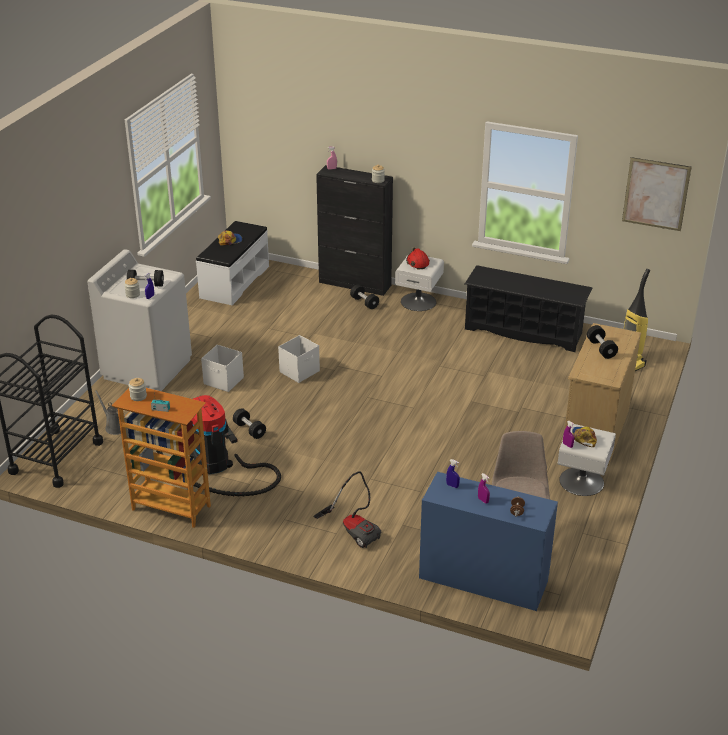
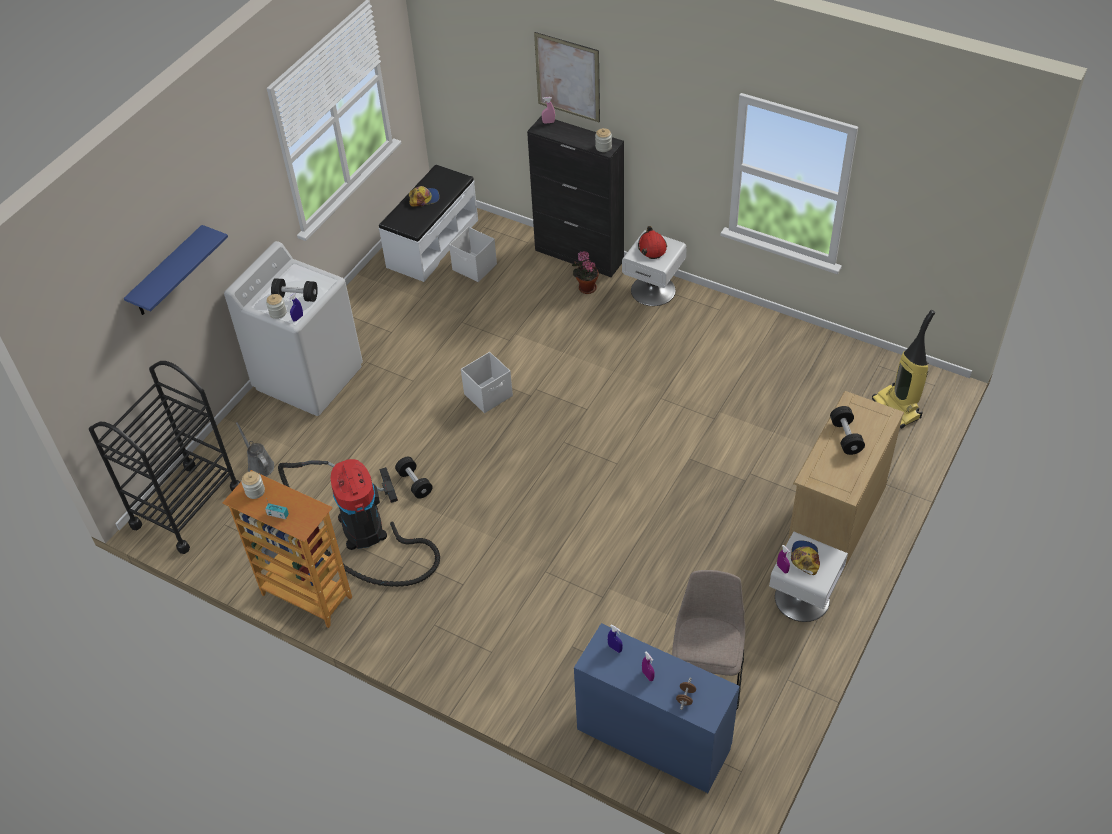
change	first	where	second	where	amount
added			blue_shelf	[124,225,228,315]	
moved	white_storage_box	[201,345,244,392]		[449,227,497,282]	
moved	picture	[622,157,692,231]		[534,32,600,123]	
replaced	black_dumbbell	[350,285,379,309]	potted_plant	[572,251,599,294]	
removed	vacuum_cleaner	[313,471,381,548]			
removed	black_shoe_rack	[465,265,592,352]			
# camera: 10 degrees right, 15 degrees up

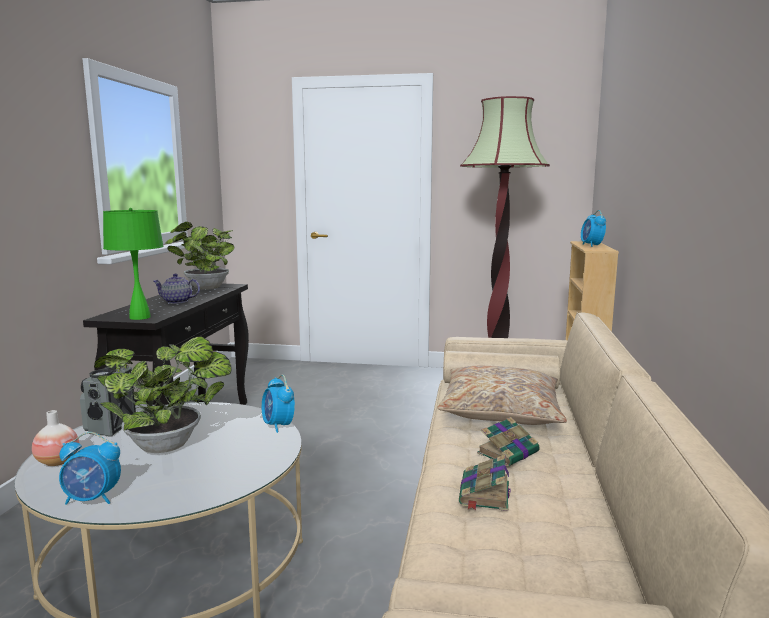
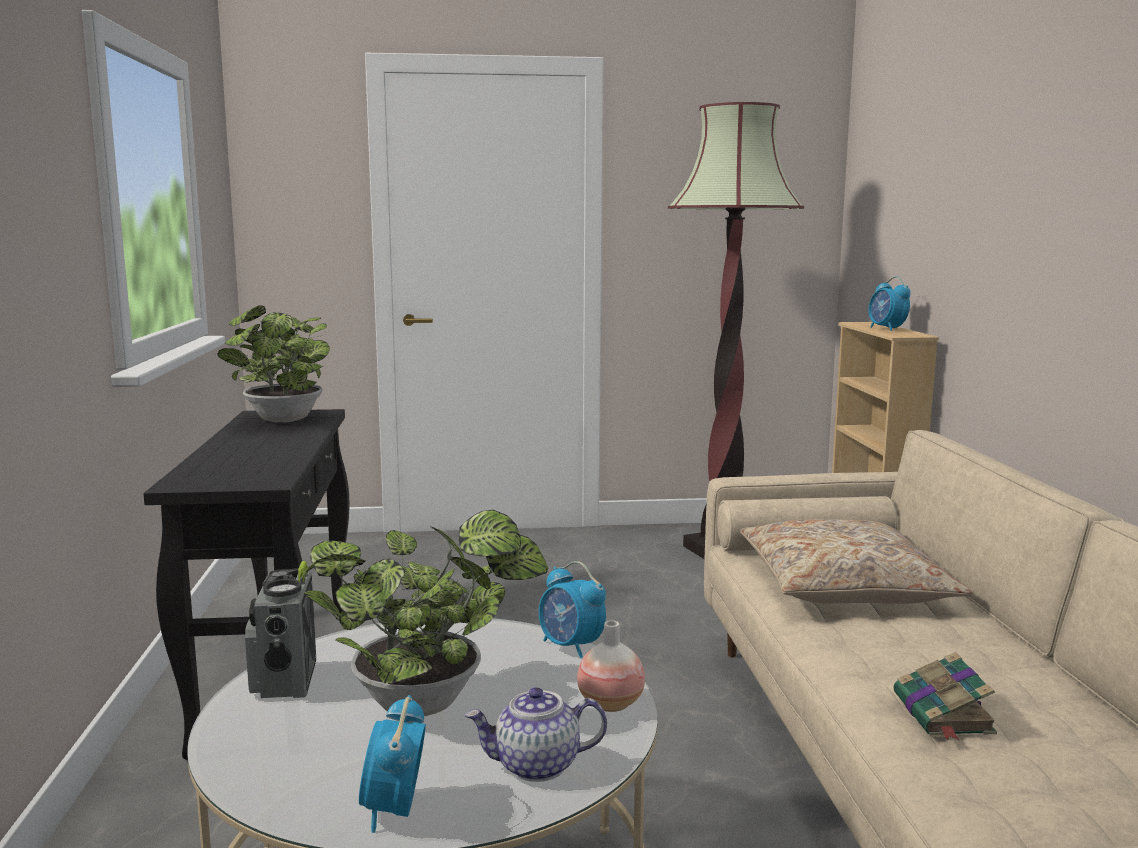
change	first	where	second	where	amount
turned	alarm_clock	[59,432,121,504]		[359,695,426,833]	105 degrees clockwise
moved	teapot	[153,273,200,304]		[465,687,607,782]	
moved	vase	[32,410,79,466]		[577,620,645,712]	
removed	green_table_lamp	[103,208,163,320]			
removed	book	[477,417,540,467]			
# camera: 15 degrees left, 0 degrees up

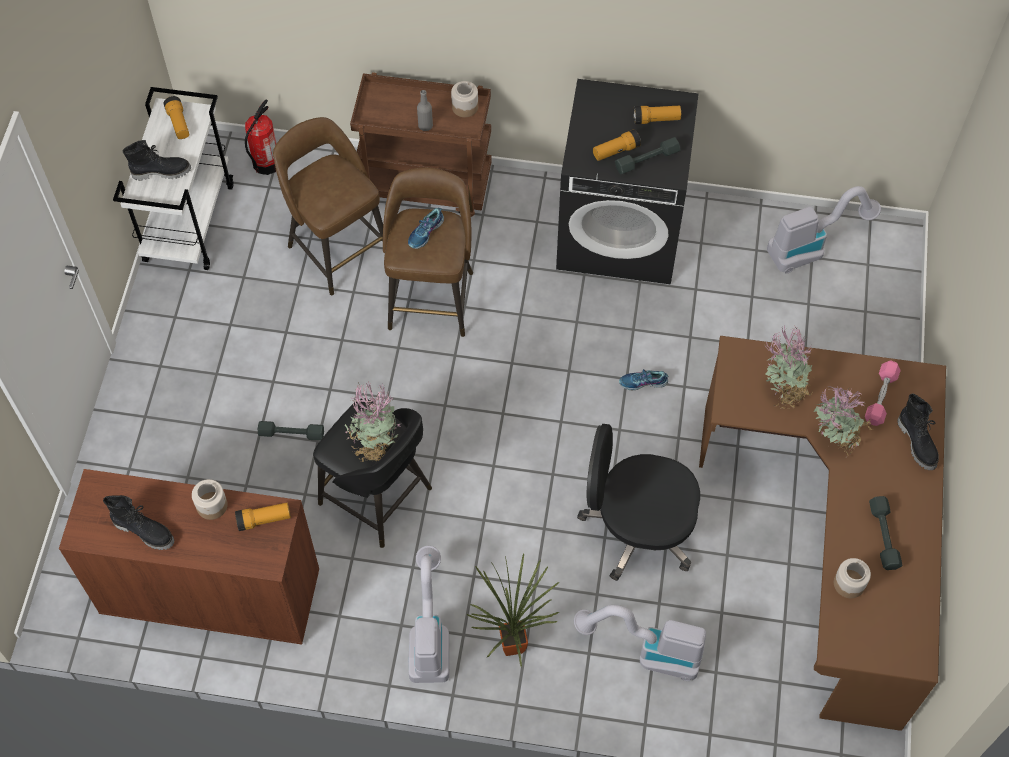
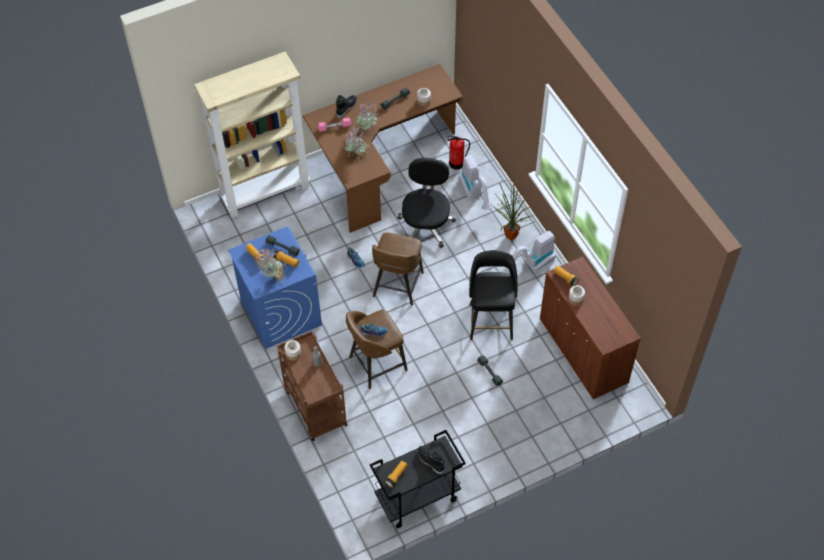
change	first	where	second	where	amount
added			beige_bookcase	[194,52,311,218]	
recoloured	black_washing_machine	[556,79,699,284]	blue_washing_machine	[228,226,322,349]	
moved	potted_plant	[345,381,401,462]		[255,248,287,283]	
recoloured	white_cart	[113,87,234,270]	black_cart	[370,430,466,528]	
moved	brown_stool	[273,117,383,295]		[372,233,424,306]	
turned	black_office_chair	[577,424,700,581]		[398,158,456,248]	150 degrees counterclockwise
moved	fire_extinguisher	[245,100,277,175]		[447,136,470,170]	
removed	black_boot	[103,495,174,550]			
removed	vacuum_cleaner	[767,186,881,274]			
# camera: 125 degrees left, 5 degrees down

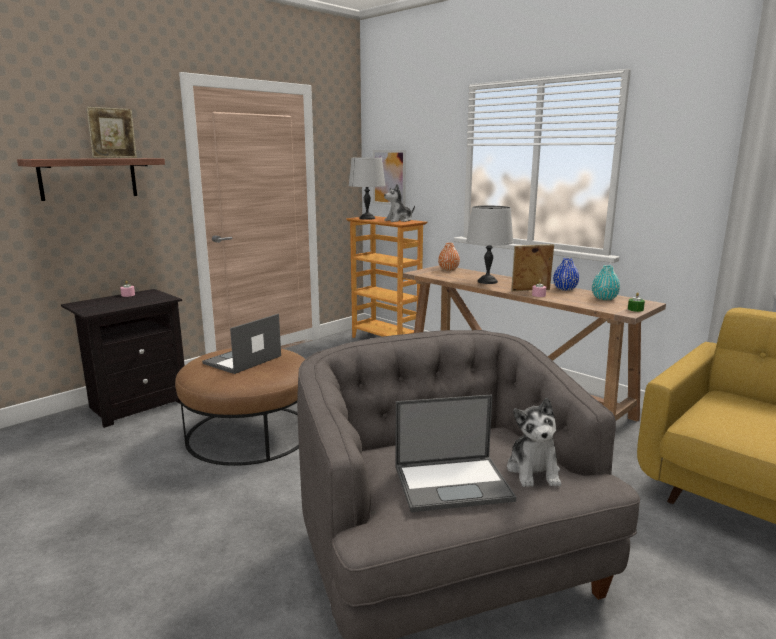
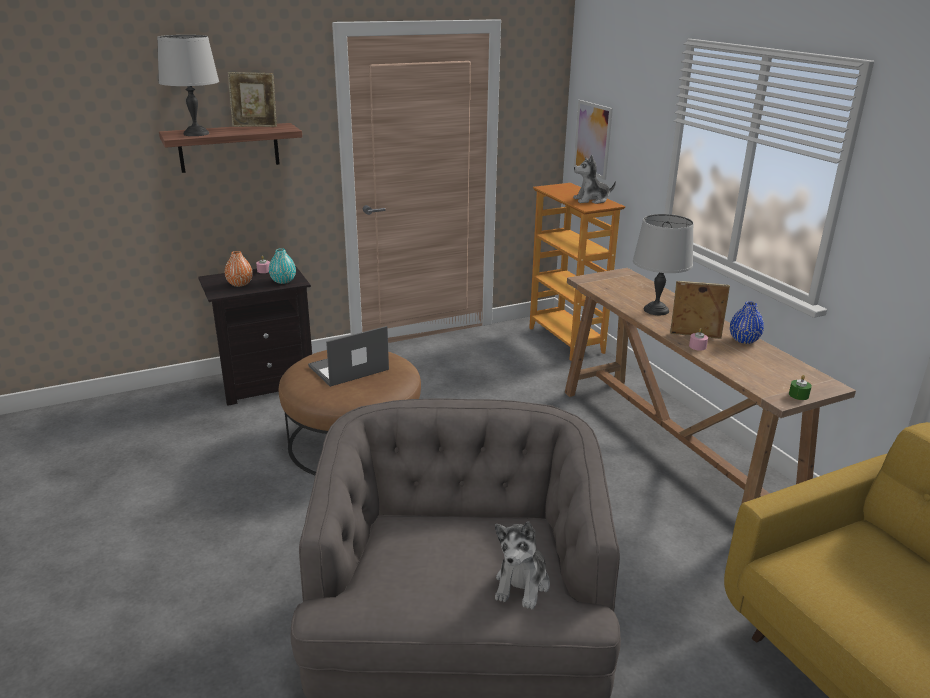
change	first	where	second	where	amount
moved	grey_table_lamp	[349,158,385,220]		[157,35,219,136]	
moved	orange_vase	[438,243,460,271]		[225,251,253,287]	
moved	turquoise_vase	[592,265,620,300]		[269,248,296,284]	
removed	laptop	[395,395,516,512]			
# camera: 20 degrees right, 10 degrees up

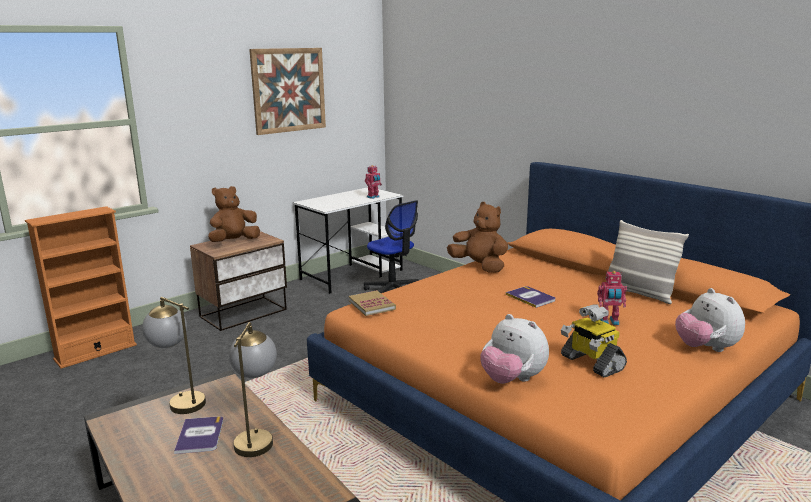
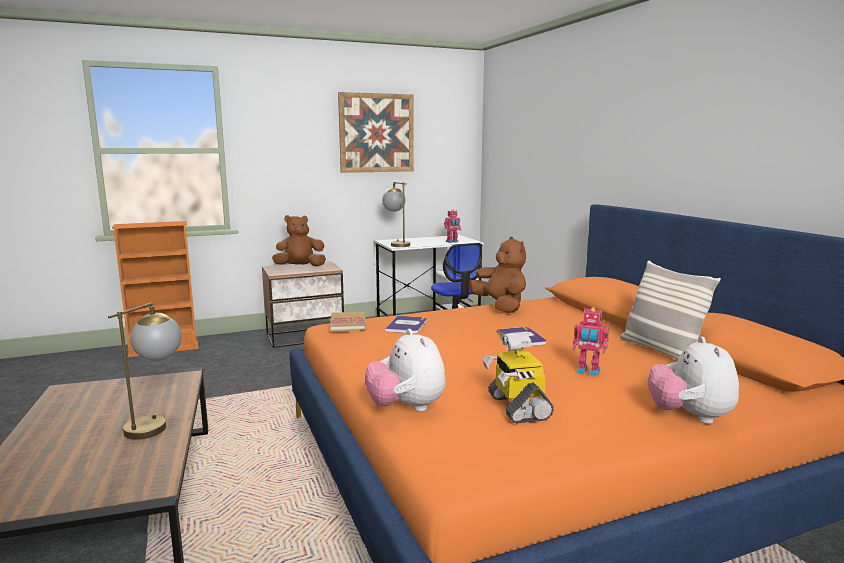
change	first	where	second	where	amount
moved	table_lamp	[142,297,206,414]		[382,182,410,247]	
moved	book	[174,416,223,454]		[385,316,427,334]	
# camera: 20 degrees right, 5 degrees down

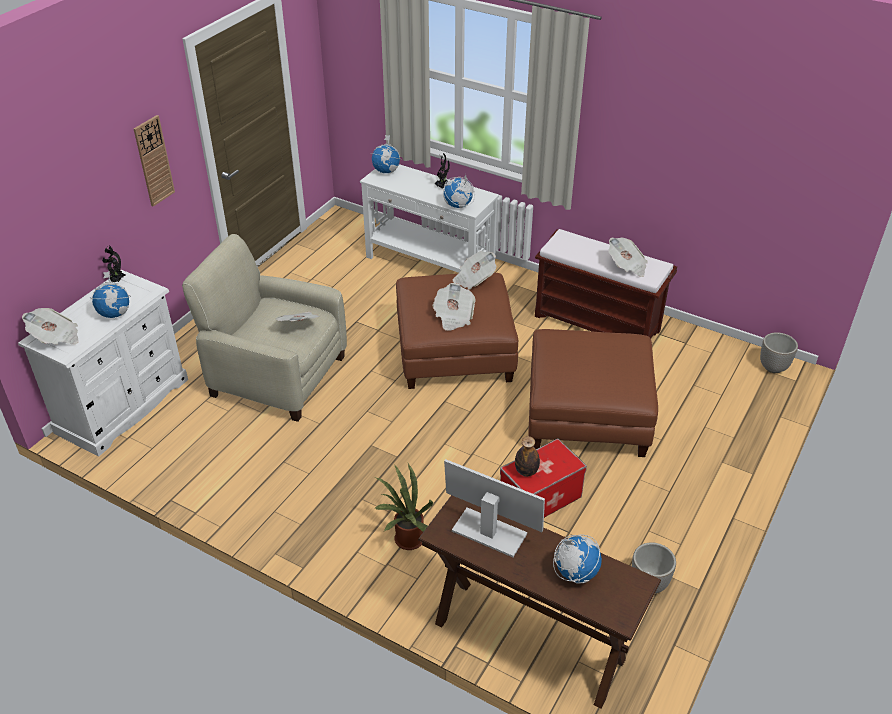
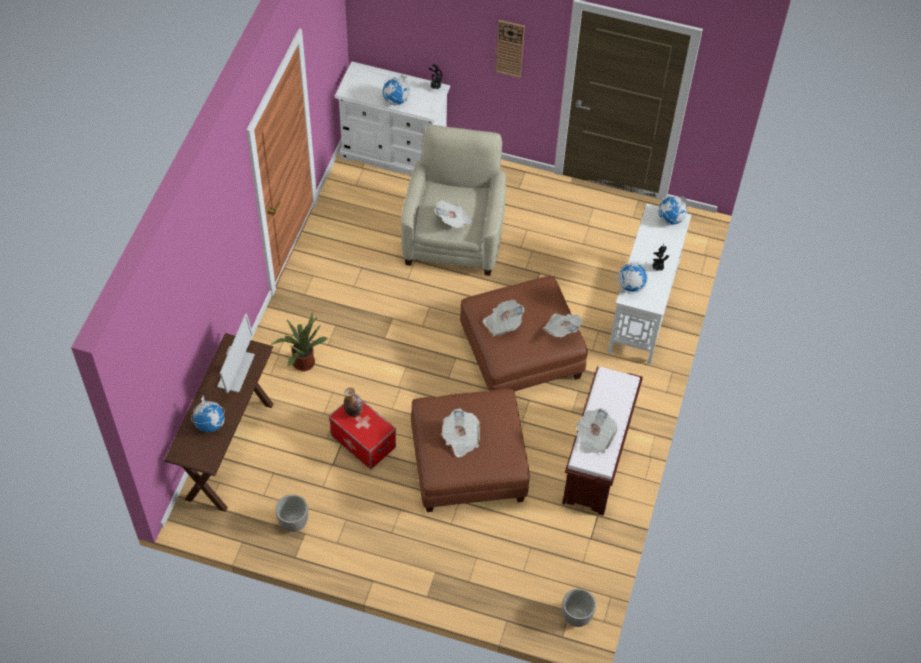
change	first	where	second	where	amount
moved	newspaper	[22,308,78,345]		[442,409,480,457]	
# camera: 75 degrees right, 15 degrees up

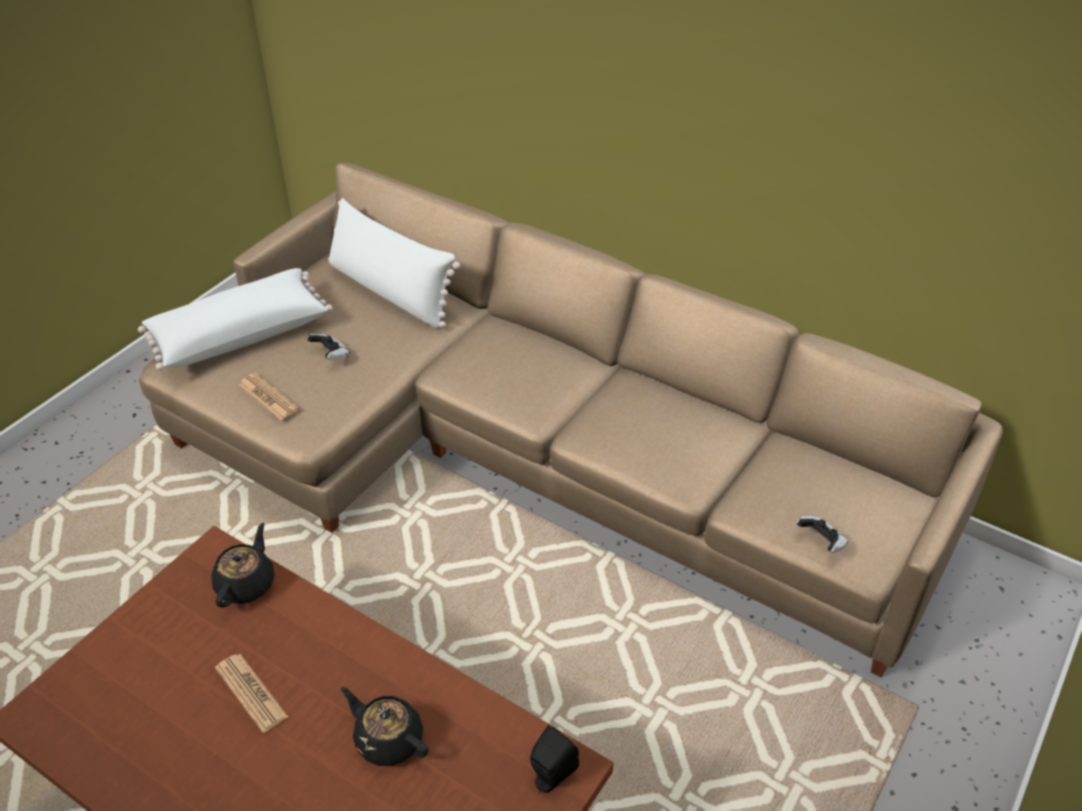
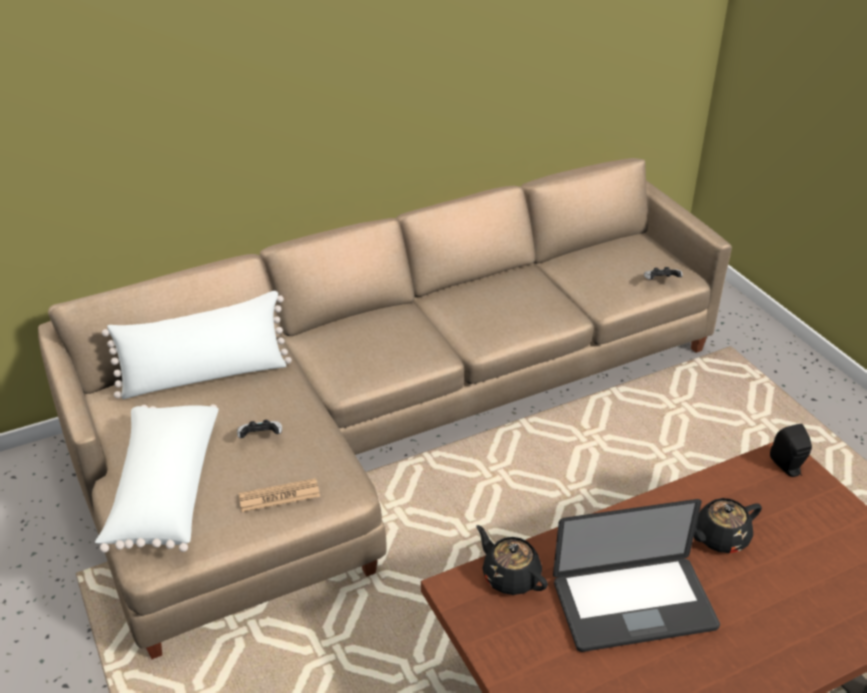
change	first	where	second	where	amount
replaced	newspaper	[215,654,288,733]	laptop	[553,499,720,652]	
# camera: 60 degrees left, 5 degrees down

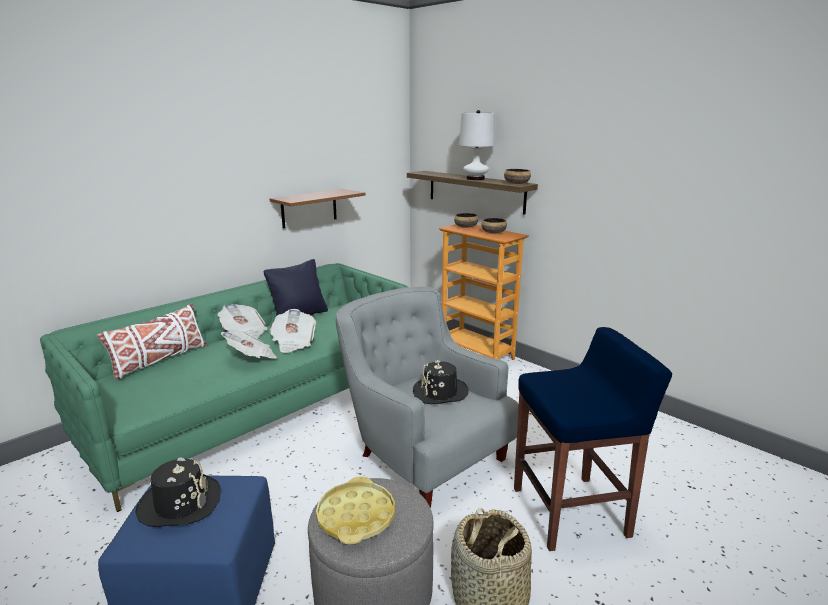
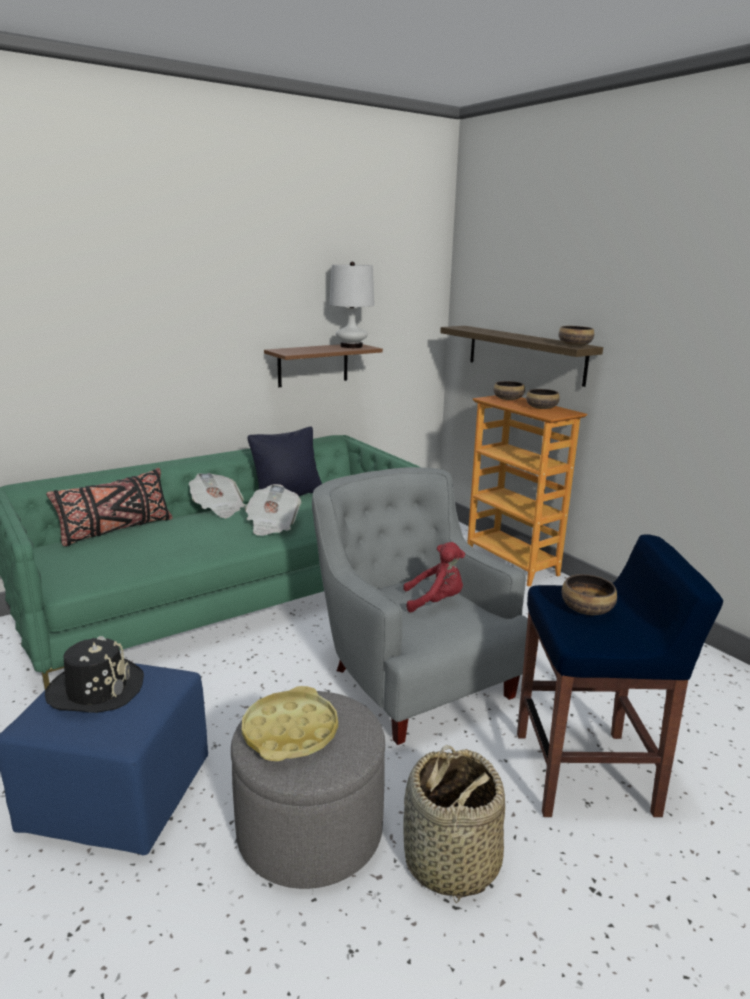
change	first	where	second	where	amount
recoloured	white_pillow	[97,304,207,379]	black_pillow	[46,468,173,546]	
moved	white_table_lamp	[459,110,495,180]		[330,262,374,348]	
replaced	black_hat	[413,360,469,404]	red_plush_toy	[403,542,465,612]	
added			bowl	[562,574,617,615]	
removed	newspaper	[221,331,277,359]			
# camera: 10 degrees right, 0 degrees up

